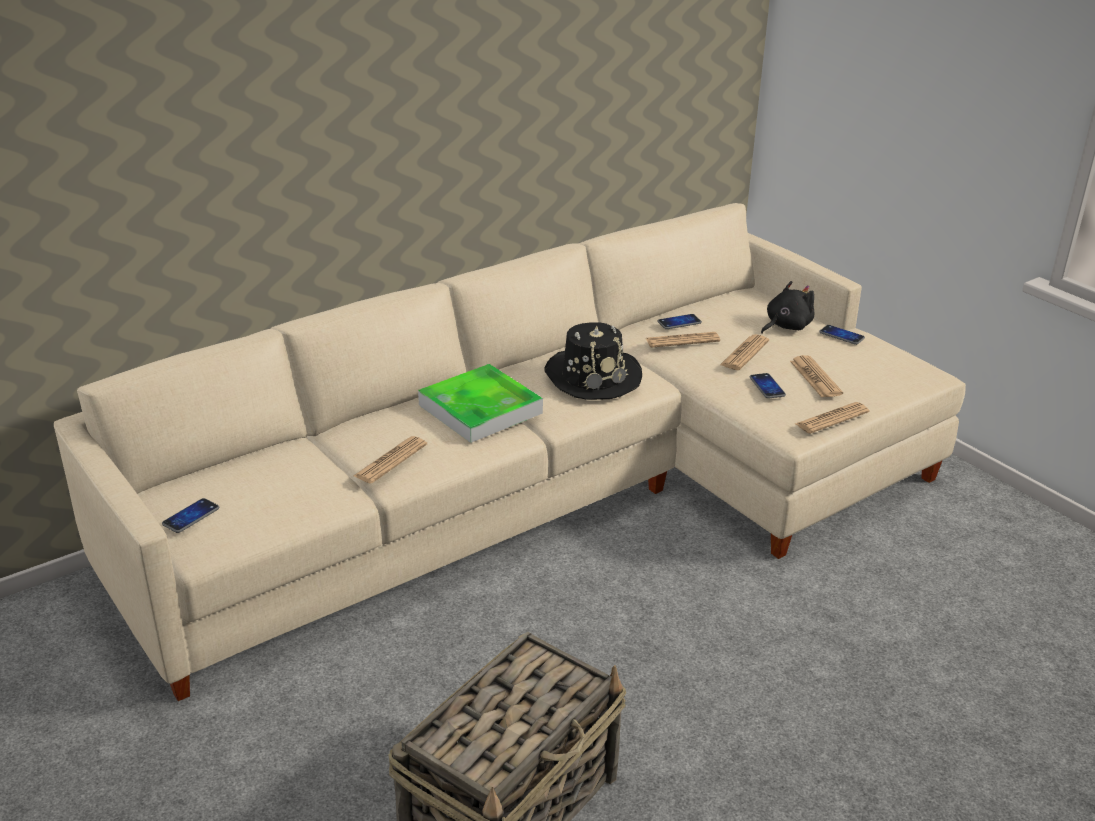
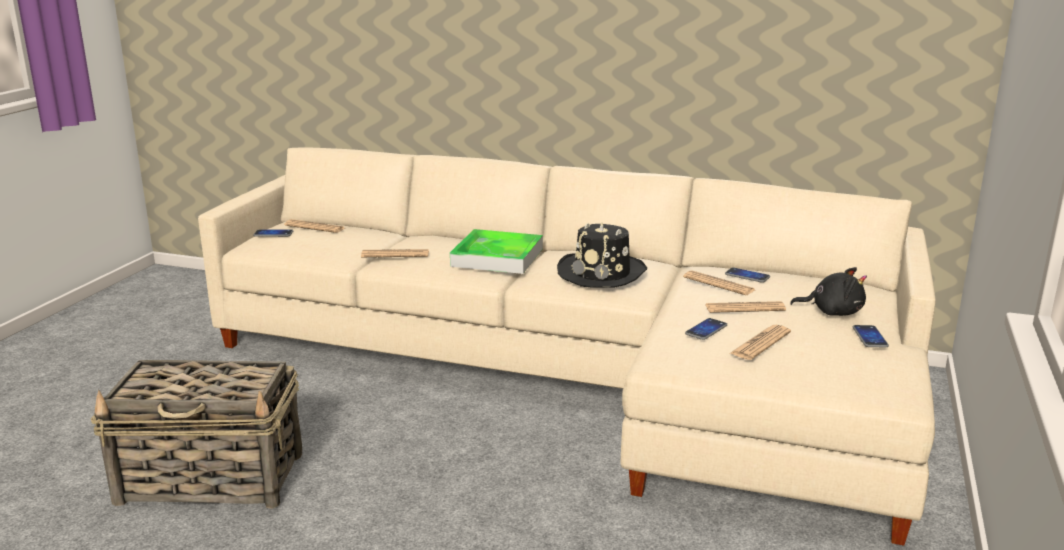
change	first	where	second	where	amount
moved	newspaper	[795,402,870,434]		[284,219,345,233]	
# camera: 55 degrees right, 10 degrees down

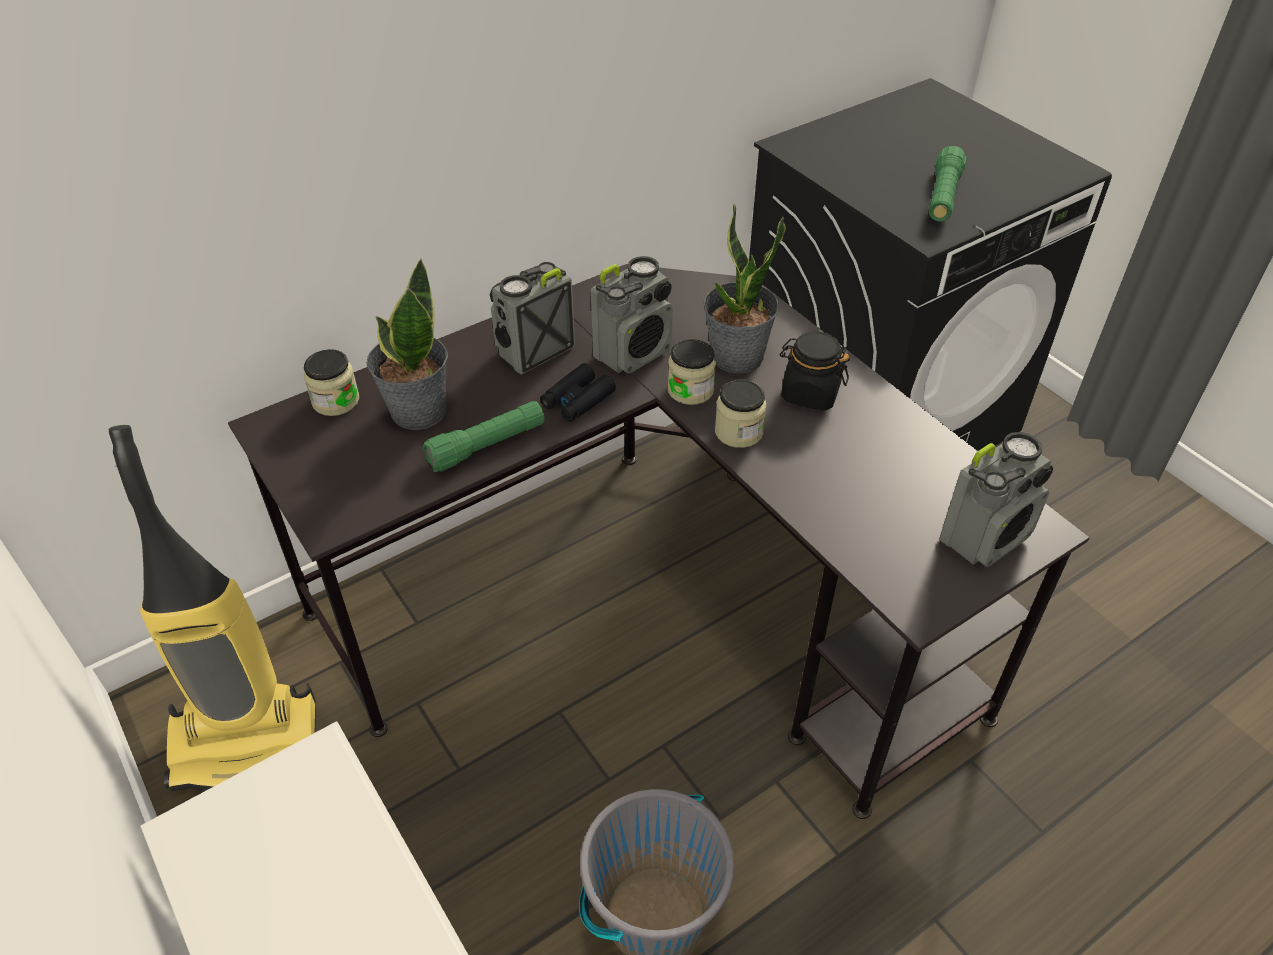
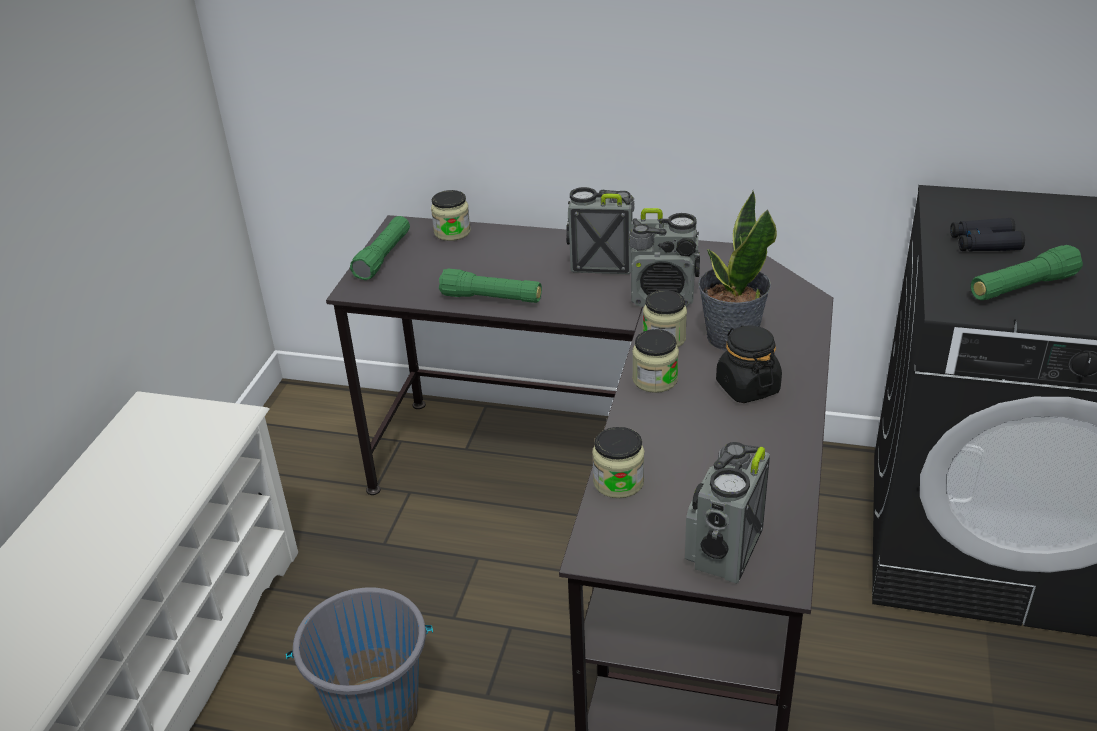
change	first	where	second	where	amount
added			green_flashlight	[350,216,410,280]	
added			jar	[592,427,644,498]	
turned	radio	[939,432,1053,567]		[685,442,770,584]	105 degrees clockwise
moved	black_binoculars	[540,363,616,422]		[950,218,1025,251]	
removed	vacuum_cleaner	[109,425,316,791]			
removed	potted_plant	[366,258,448,430]			
# camera: 50 degrees right, 10 degrees down

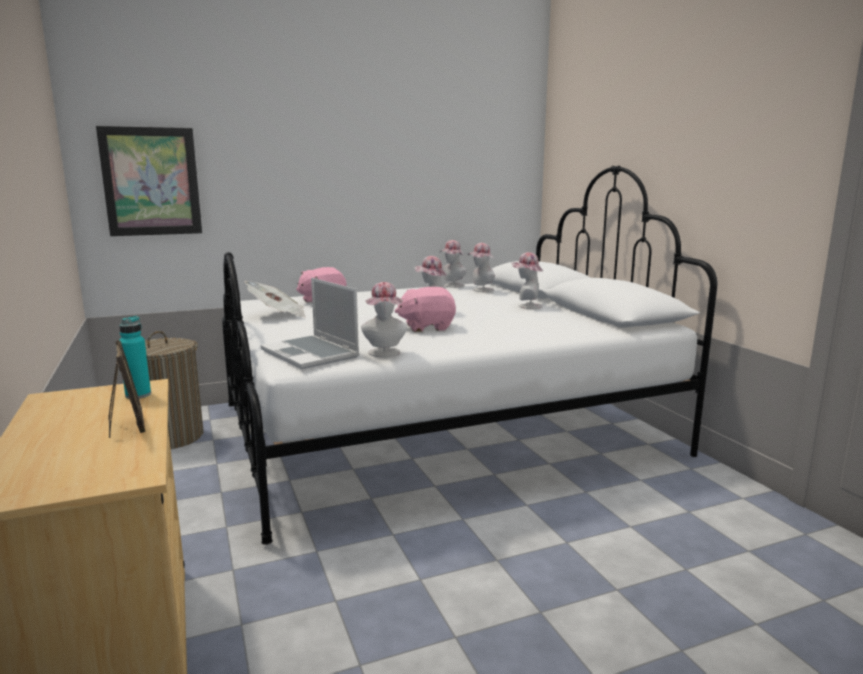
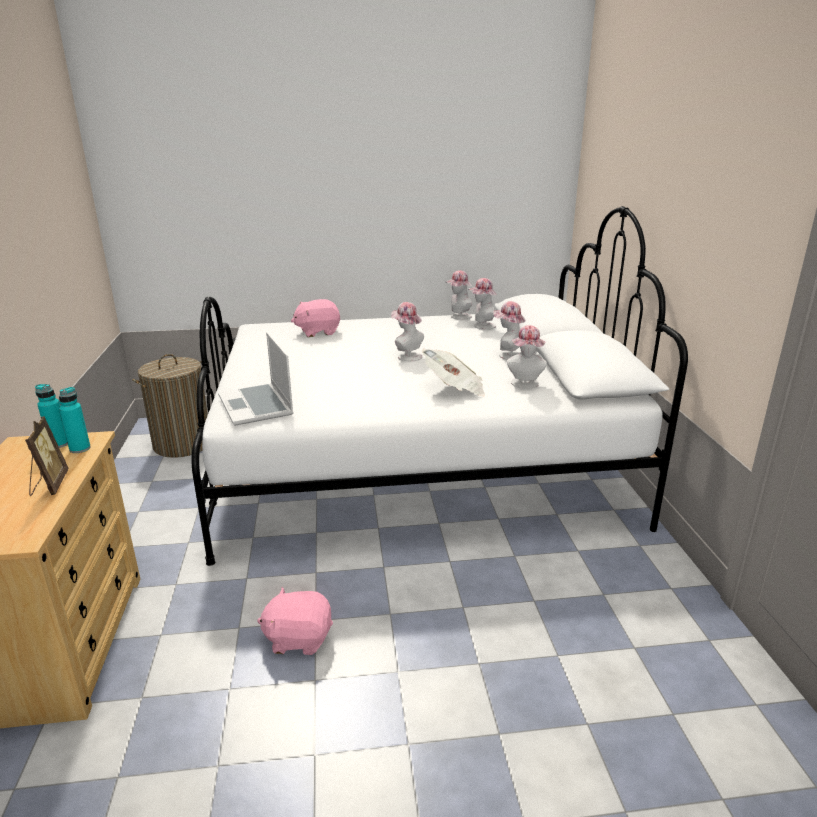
change	first	where	second	where	amount
added			turquoise_bottle	[35,384,68,448]	
moved	pink_plush_toy	[395,287,456,332]		[257,587,333,655]	
moved	newspaper	[244,281,306,317]		[422,349,485,396]	
moved	hat	[361,282,407,357]		[507,325,547,389]	
removed	picture	[96,126,202,236]			
# camera: 15 degrees right, 10 degrees up

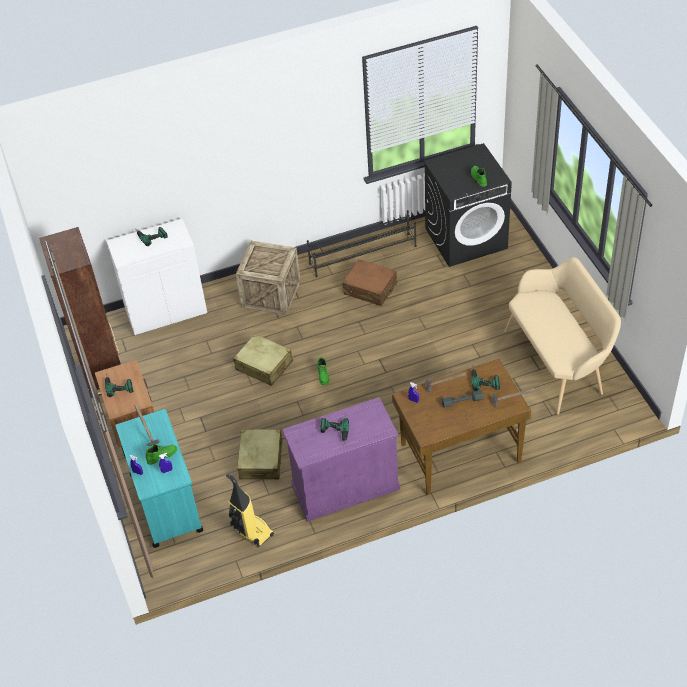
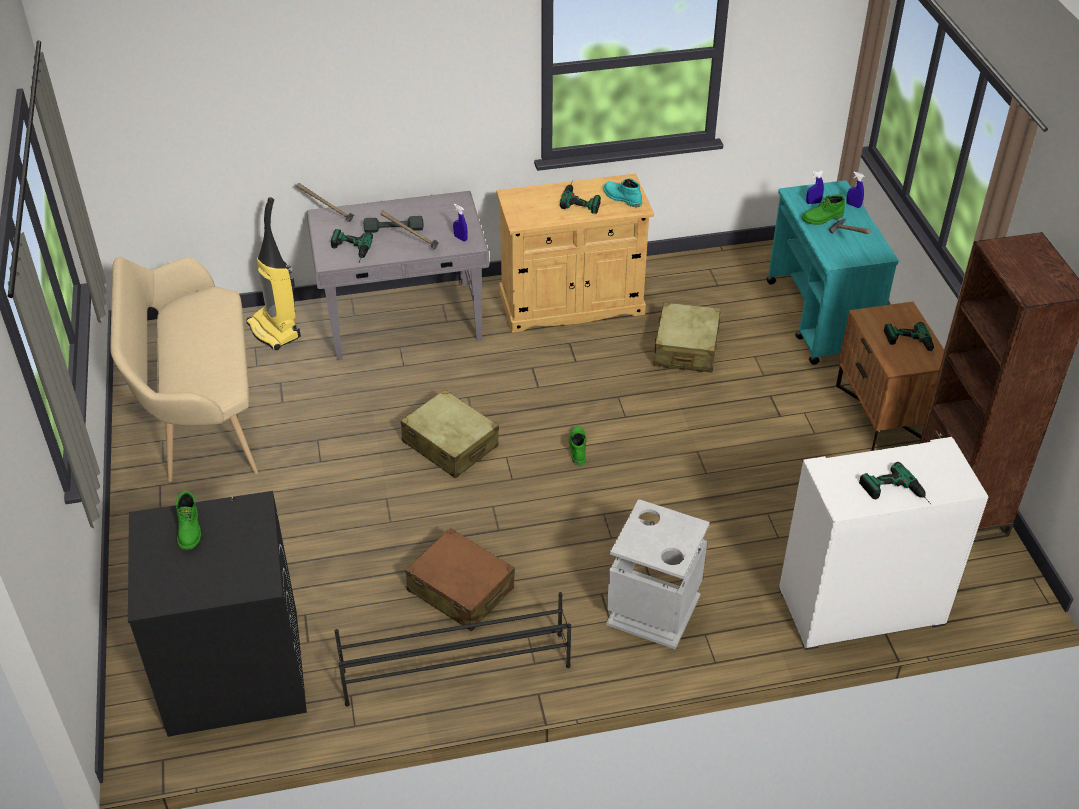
change	first	where	second	where	amount
moved	vacuum_cleaner	[226,474,274,547]		[246,197,301,350]	
recoloured	brown_desk	[392,359,531,495]	grey_desk	[306,191,489,360]	
moved	beige_suitcase	[233,334,293,386]		[401,389,499,479]	
recoloured	purple_cabinet	[282,397,400,522]	beige_cabinet	[496,173,654,333]	
added			turquoise_boot	[603,178,642,207]	
replaced	crate	[236,241,300,315]	grey_trash_can	[606,499,710,650]	
# camera: 175 degrees left, 5 degrees down

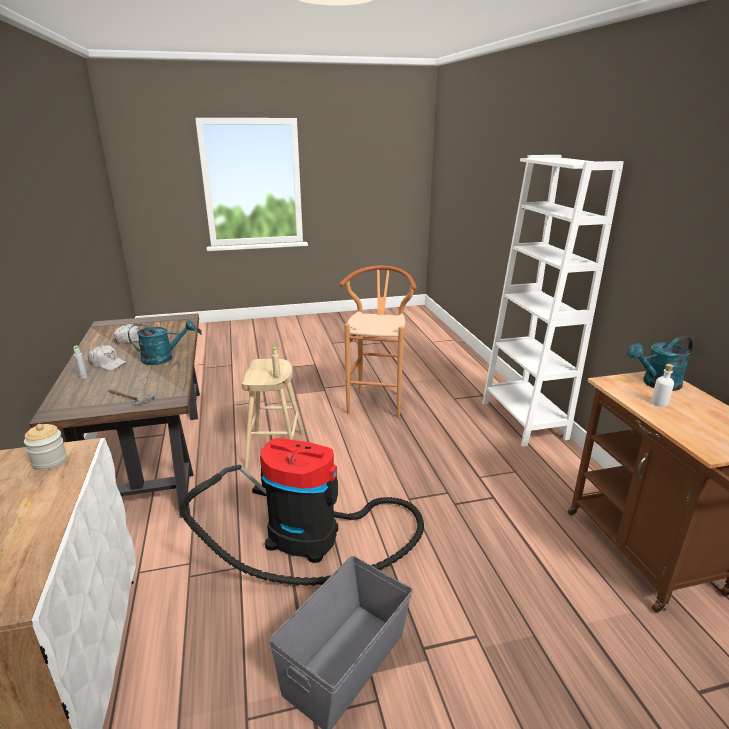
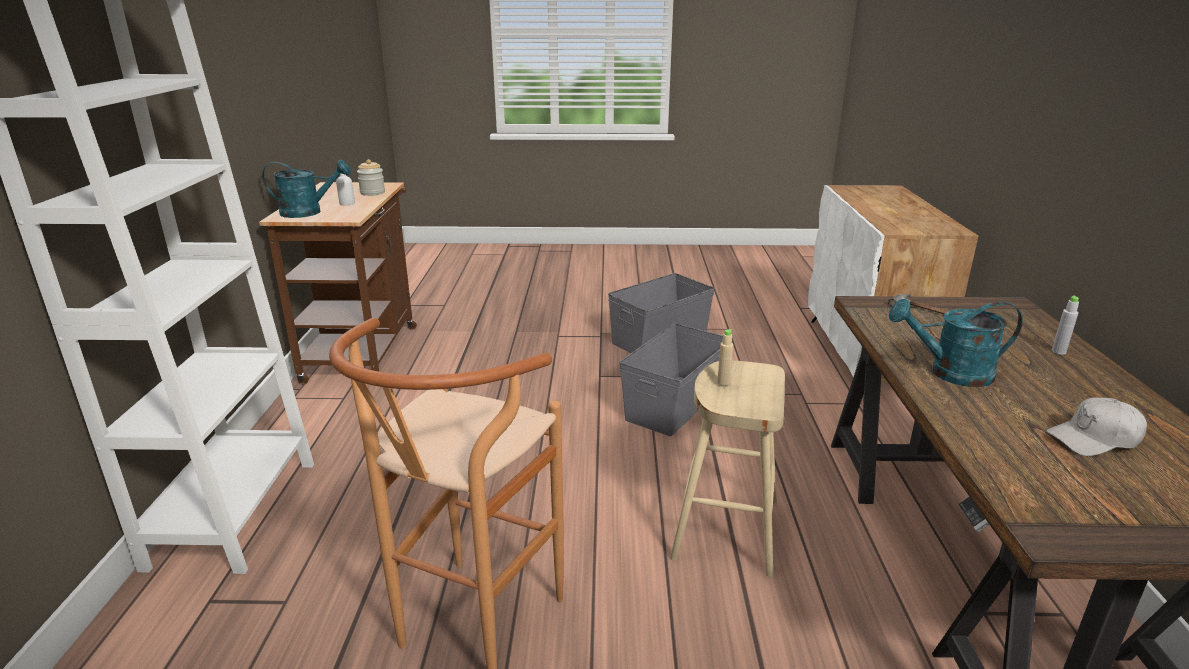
change	first	where	second	where	amount
moved	jar	[24,424,67,470]		[357,159,385,196]	
replaced	vacuum_cleaner	[180,438,424,586]	grey_storage_box	[619,323,723,436]	
removed	white_cap	[88,345,128,371]			
# camera: 165 degrees left, 0 degrees up

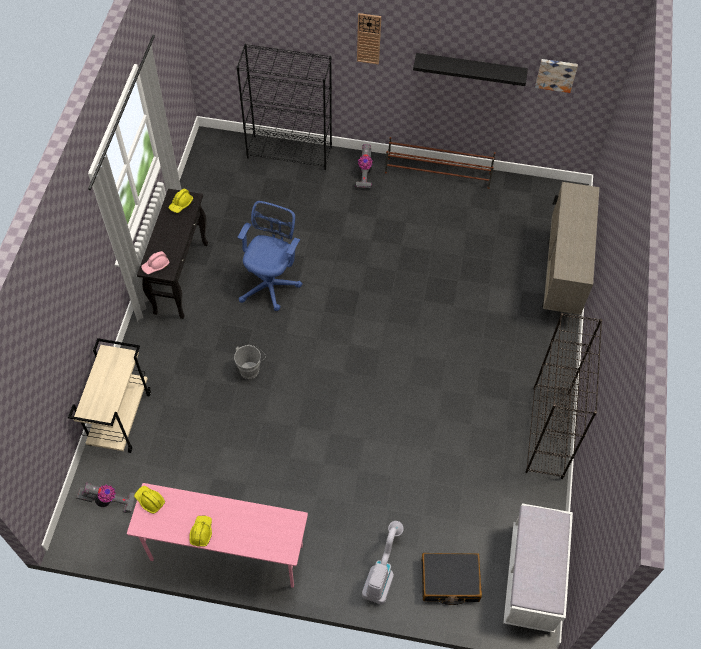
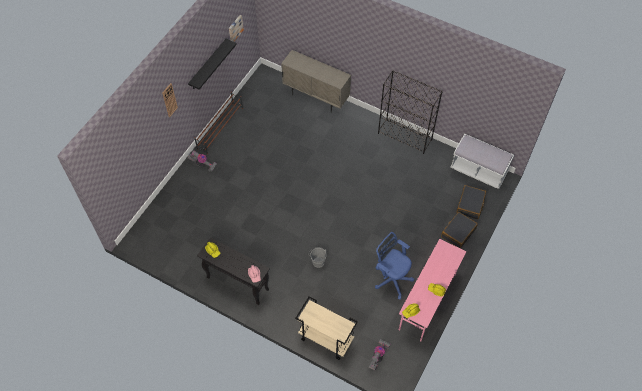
change	first	where	second	where	amount
moved	blue_office_chair	[238,201,302,311]		[375,232,414,300]	
replaced	vacuum_cleaner	[362,521,404,605]	black_suitcase	[441,212,478,249]	
removed	black_bookcase	[236,44,332,170]			
# camera: 70 degrees left, 0 degrees up

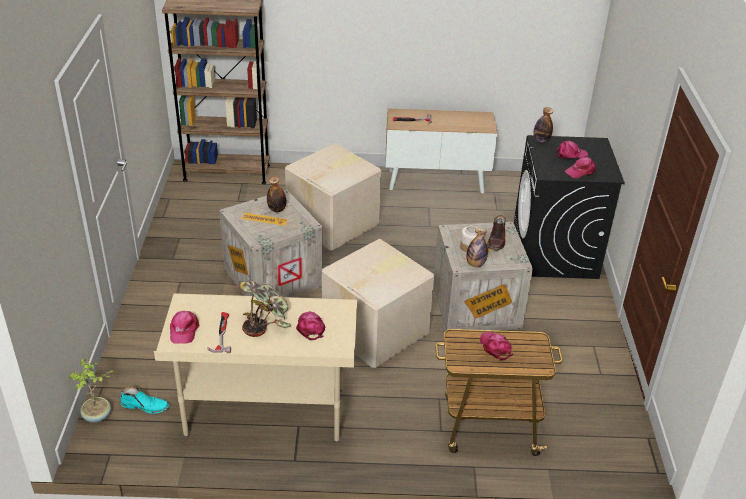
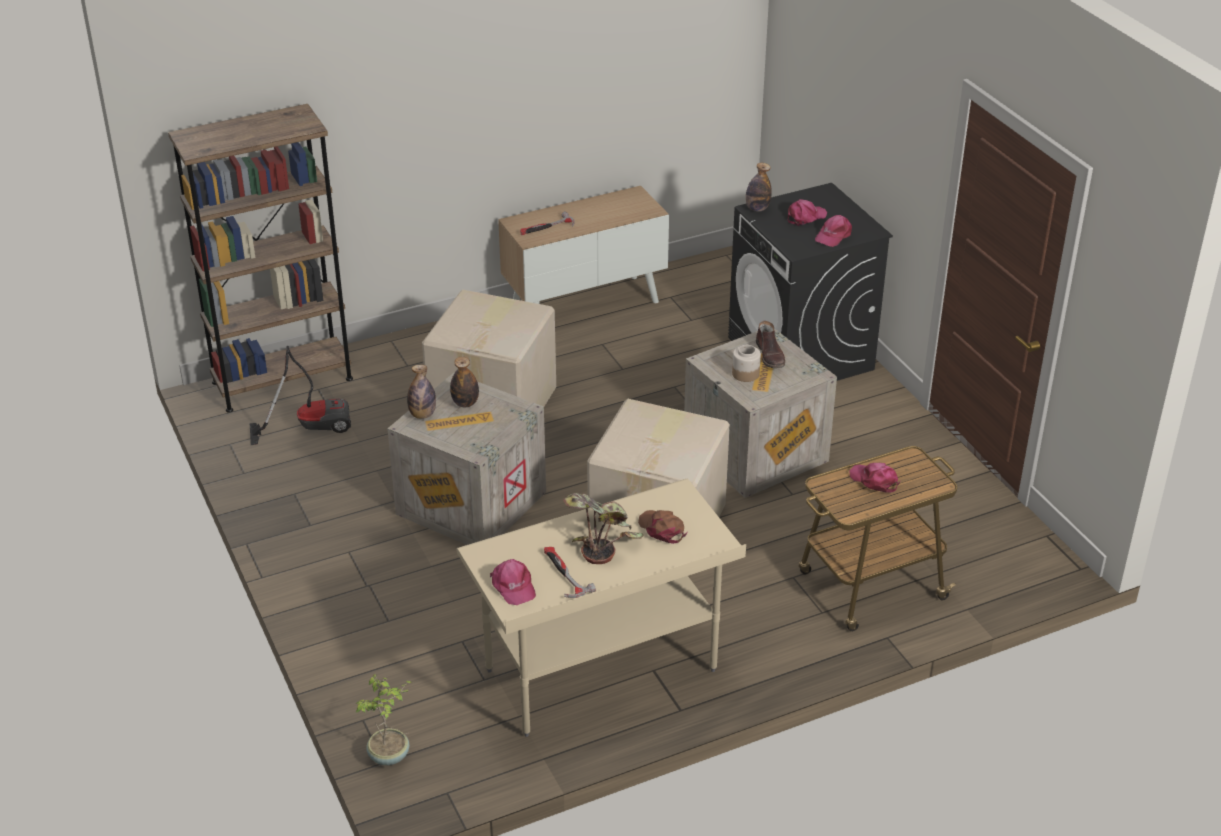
change	first	where	second	where	amount
added			vacuum_cleaner	[249,346,351,445]	
moved	bottle	[466,228,488,267]		[407,365,436,419]	
recoloured	pink_cap	[296,311,325,340]	brown_cap	[638,510,688,544]	
removed	turquoise_boot	[120,386,170,414]			
# camera: 25 degrees left, 0 degrees up

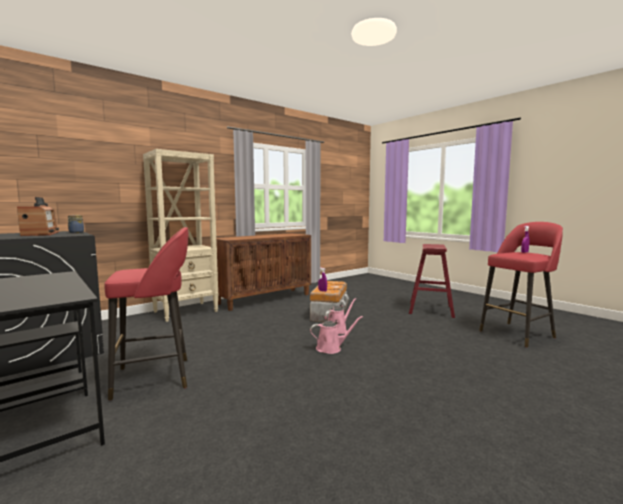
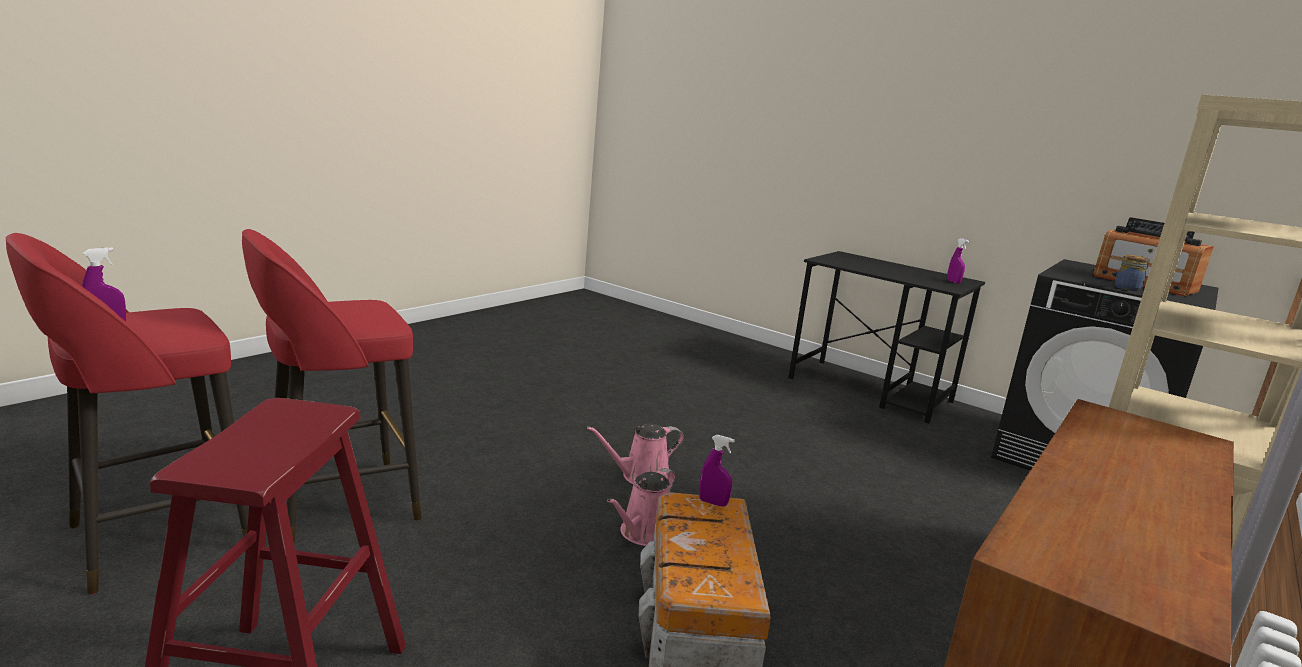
change	first	where	second	where	amount
moved	red_stool	[104,227,188,401]		[242,229,422,546]	
added			purple_spray_bottle	[947,238,969,284]	
# camera: 165 degrees right, 10 degrees up

